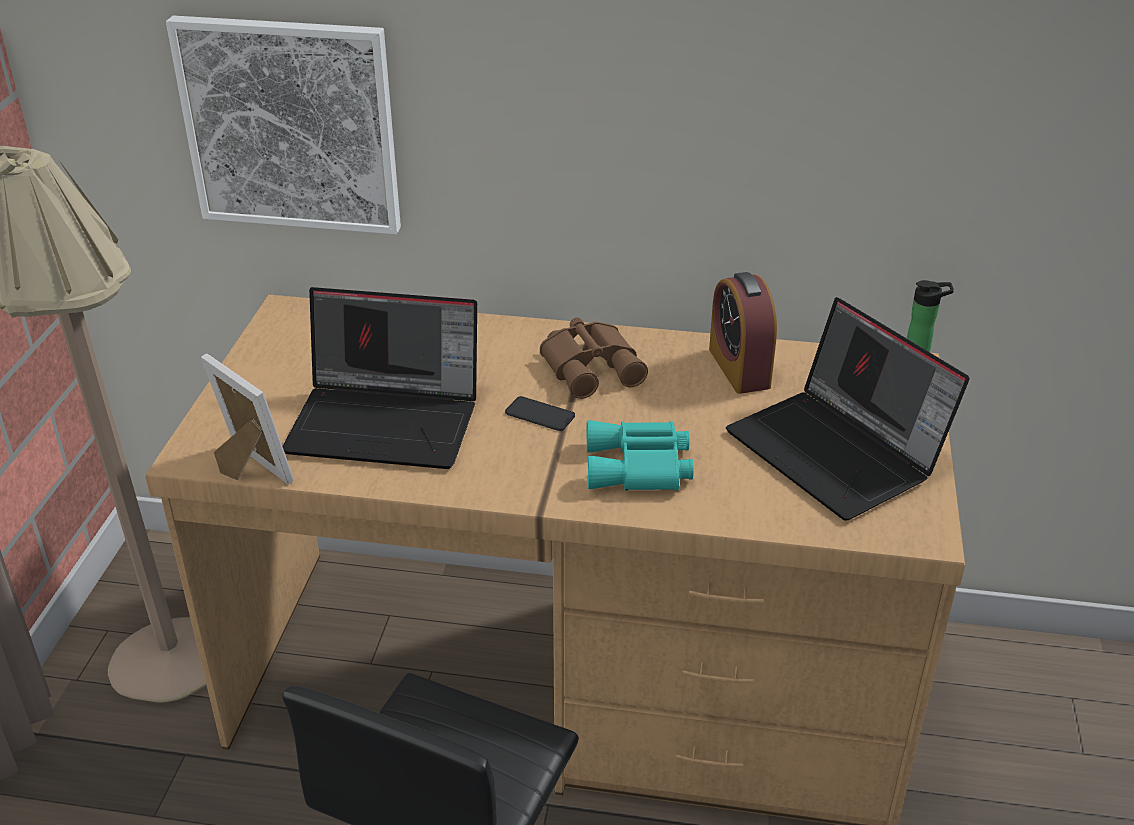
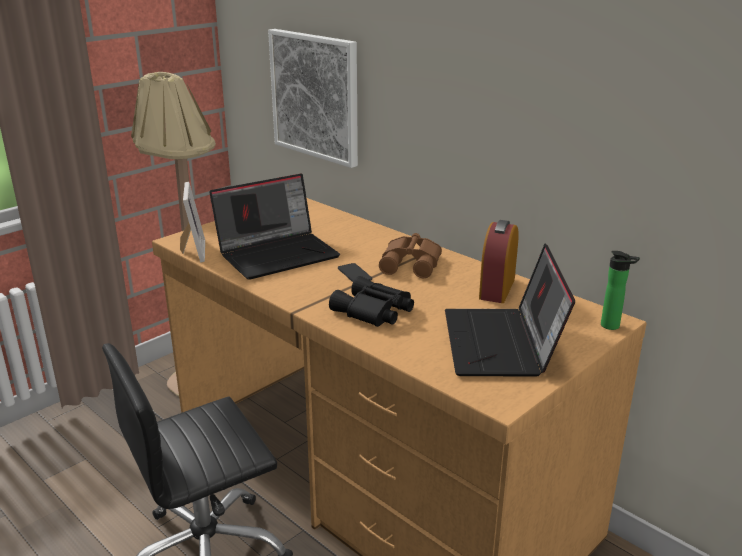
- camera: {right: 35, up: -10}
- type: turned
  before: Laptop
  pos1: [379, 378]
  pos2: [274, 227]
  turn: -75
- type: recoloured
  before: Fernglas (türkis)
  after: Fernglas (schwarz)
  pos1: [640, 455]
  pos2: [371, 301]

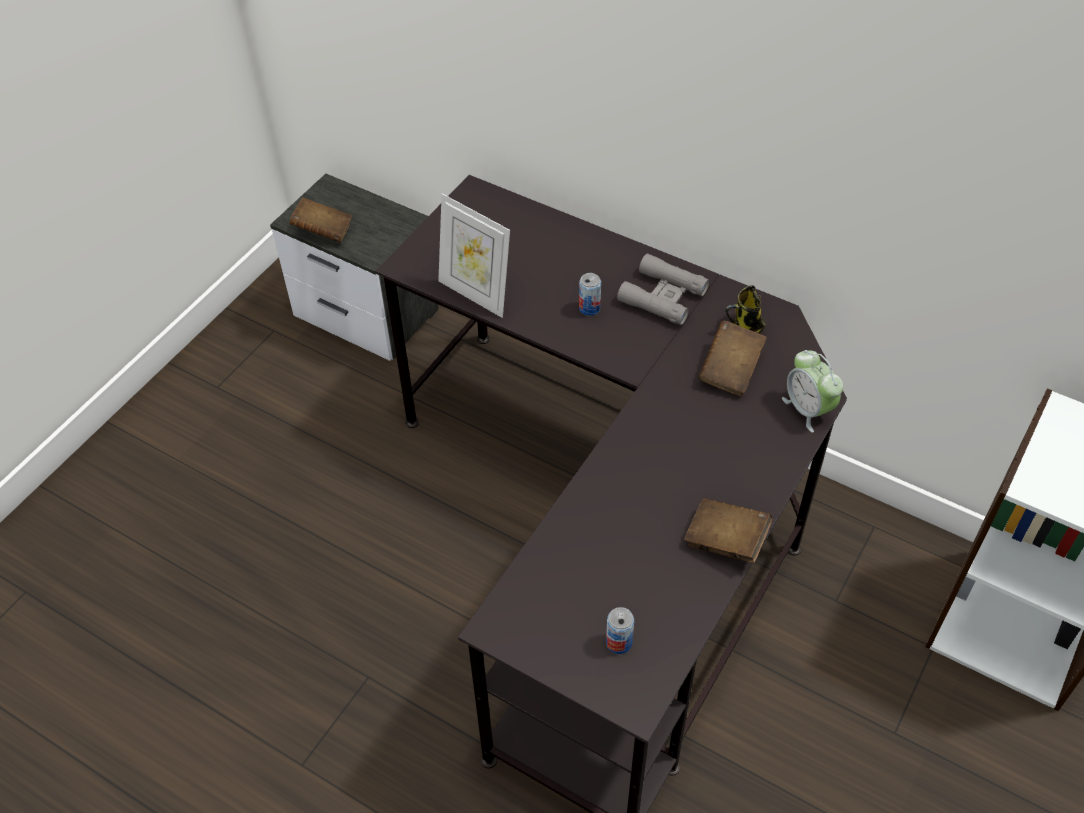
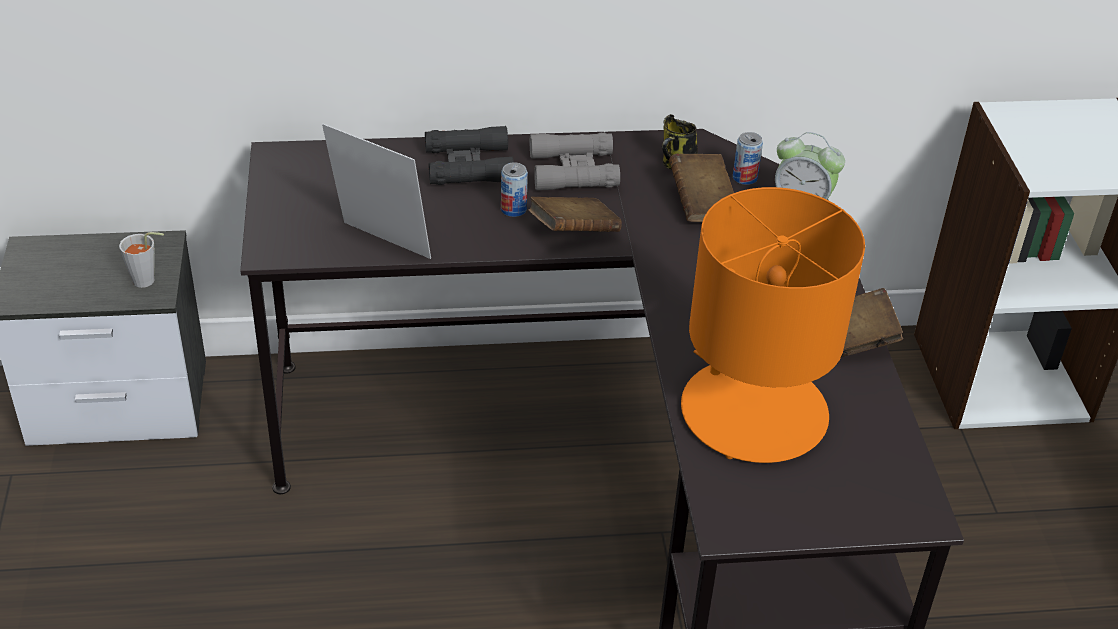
- camera: {right: -40, up: -10}
- type: turned
  before: Bilderrahmen
  pos1: [474, 256]
  pos2: [376, 191]
  turn: -150
- type: moved
  before: Buch (braun)
  pos1: [320, 219]
  pos2: [575, 214]
- type: moved
  before: Dose
  pos1: [620, 630]
  pos2: [748, 158]
- type: added
  after: Fernglas (schwarz)
  pos2: [469, 155]
- type: added
  after: Tischlampe (orange)
  pos2: [773, 325]
- type: added
  after: Tasse (grau)
  pos2: [141, 260]

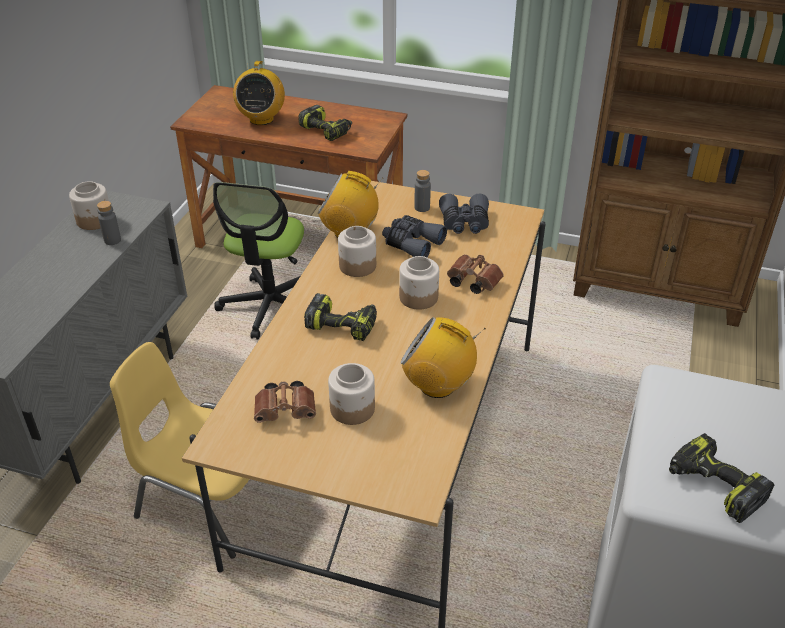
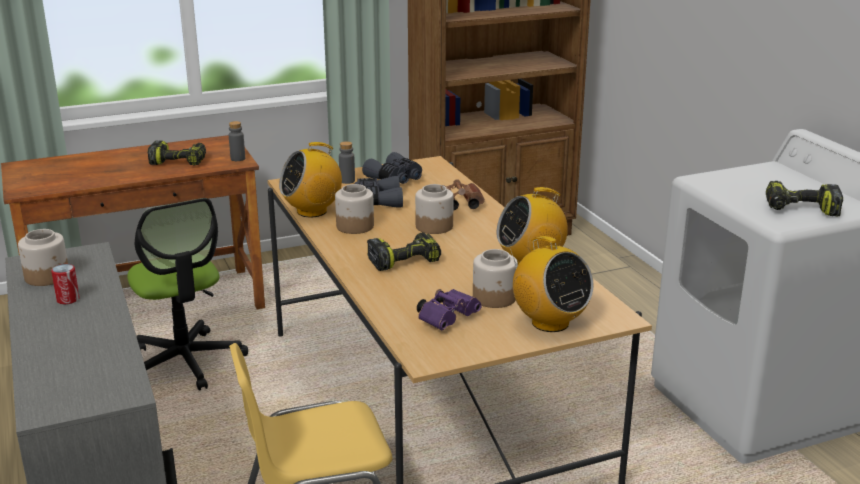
- camera: {right: -40, up: -15}
- type: moved
  before: Radio
  pos1: [259, 93]
  pos2: [552, 284]
- type: moved
  before: Flasche (grau)
  pos1: [109, 223]
  pos2: [237, 141]
- type: recoloured
  before: Fernglas (braun)
  after: Fernglas (lila)
  pos1: [285, 402]
  pos2: [449, 309]
- type: added
  after: Dose
  pos2: [65, 284]

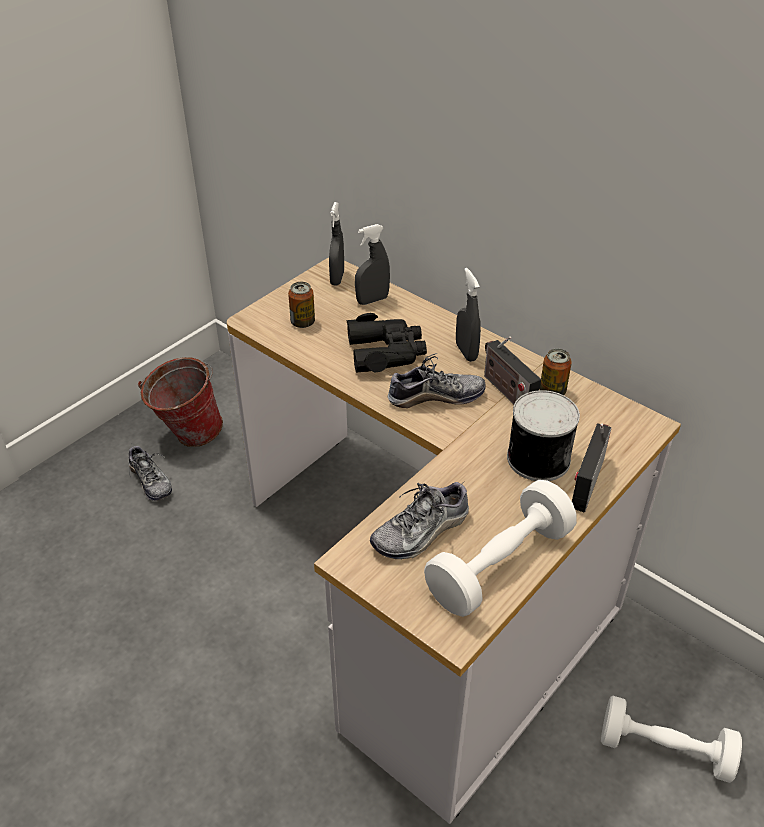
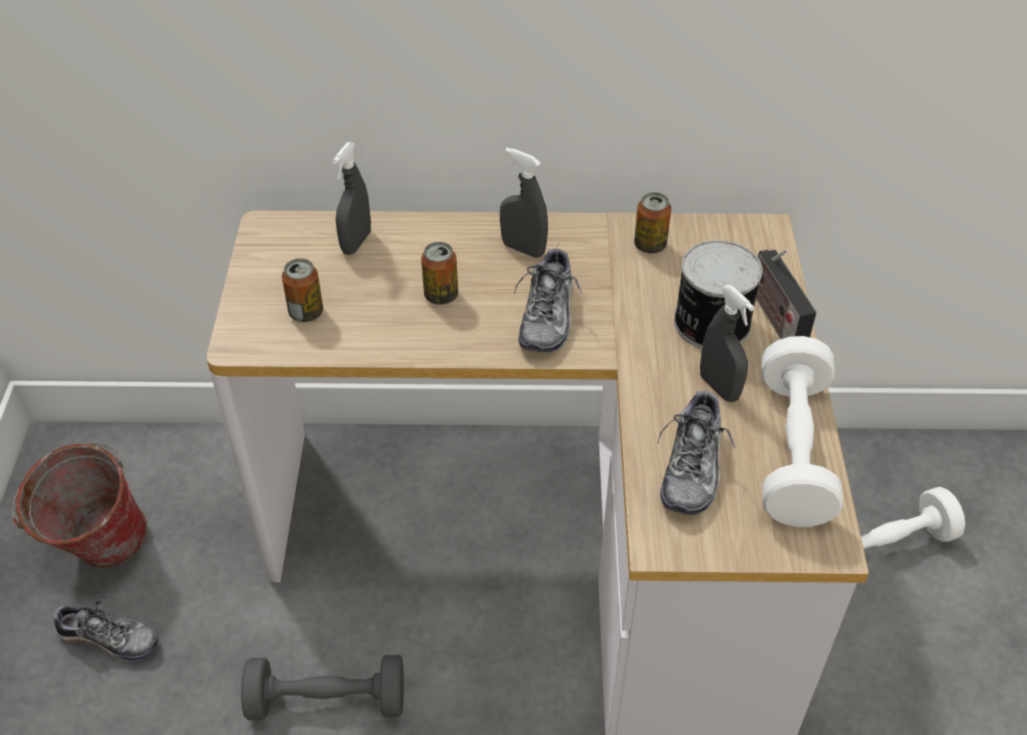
- camera: {right: -40, up: 5}
- type: moved
  before: Sprühflasche (grau)
  pos1: [336, 244]
  pos2: [727, 343]
- type: replaced
  before: Fernglas (schwarz)
  after: Dose
  pos1: [387, 343]
  pos2: [439, 273]
- type: removed
  before: Radio
  pos1: [512, 370]
- type: turned
  before: Schuh
  pos1: [437, 380]
  pos2: [547, 298]
  turn: 150
- type: added
  after: Hantel (grau)
  pos2: [322, 687]

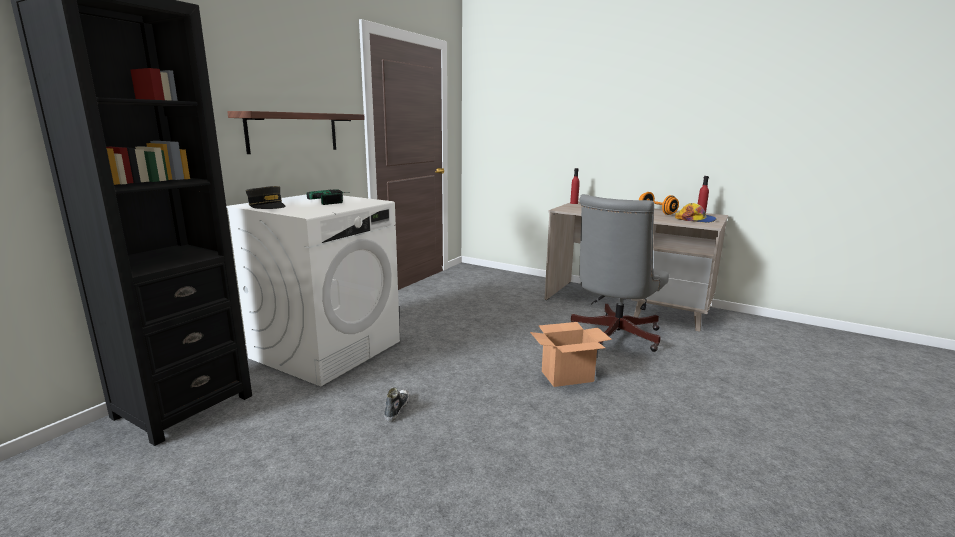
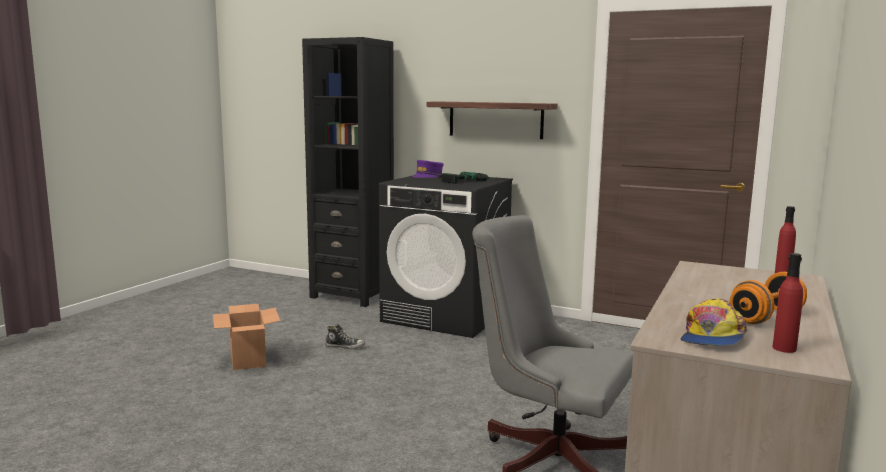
- camera: {right: 85, up: -5}
- type: recoloured
  before: Kappe (grau)
  after: Kappe (lila)
  pos1: [266, 197]
  pos2: [428, 169]
- type: recoloured
  before: Waschmaschine (weiß)
  after: Waschmaschine (schwarz)
  pos1: [313, 290]
  pos2: [446, 257]
- type: moved
  before: Karton
  pos1: [571, 354]
  pos2: [246, 337]

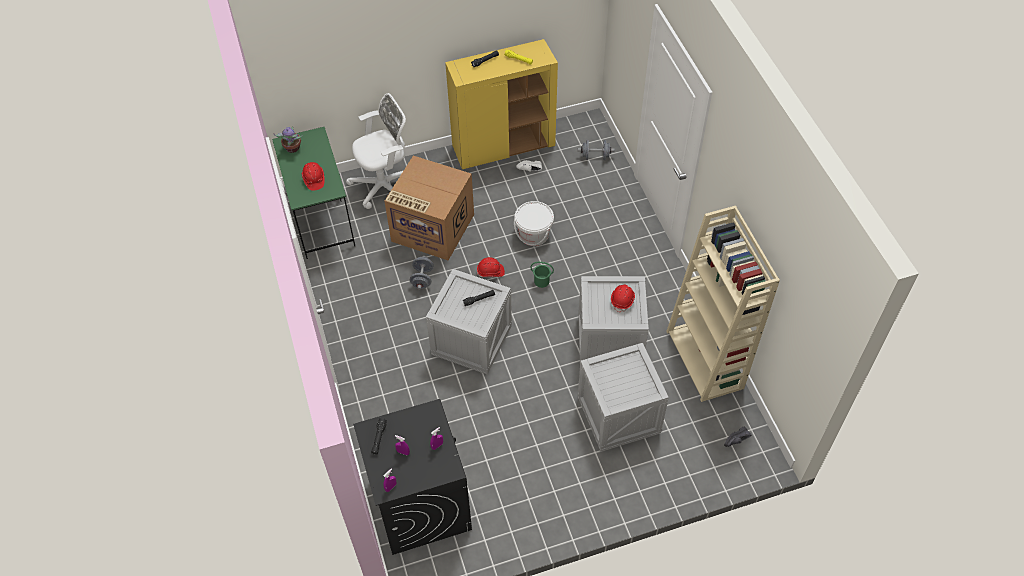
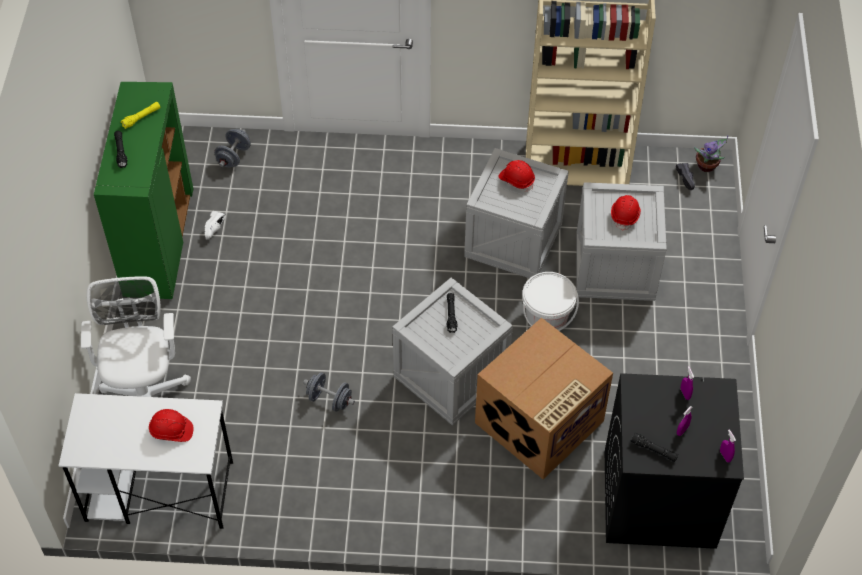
- camera: {right: -70, up: 0}
- type: recoloured
  before: Schrank (gelb)
  after: Schrank (grün)
  pos1: [501, 104]
  pos2: [143, 190]
- type: moved
  before: Topfpflanze
  pos1: [287, 139]
  pos2: [711, 153]
- type: recoloured
  before: Schreibtisch (grün)
  after: Schreibtisch (weiß)
  pos1: [313, 193]
  pos2: [145, 461]
- type: moved
  before: Karton
  pos1: [429, 208]
  pos2: [544, 398]
- type: moved
  before: Eimer (weiß)
  pos1: [534, 223]
  pos2: [550, 301]
- type: moved
  before: Schutzhelm (rot)
  pos1: [491, 267]
  pos2: [626, 213]
- type: removed
  before: Eimer (grün)
  pos1: [542, 275]

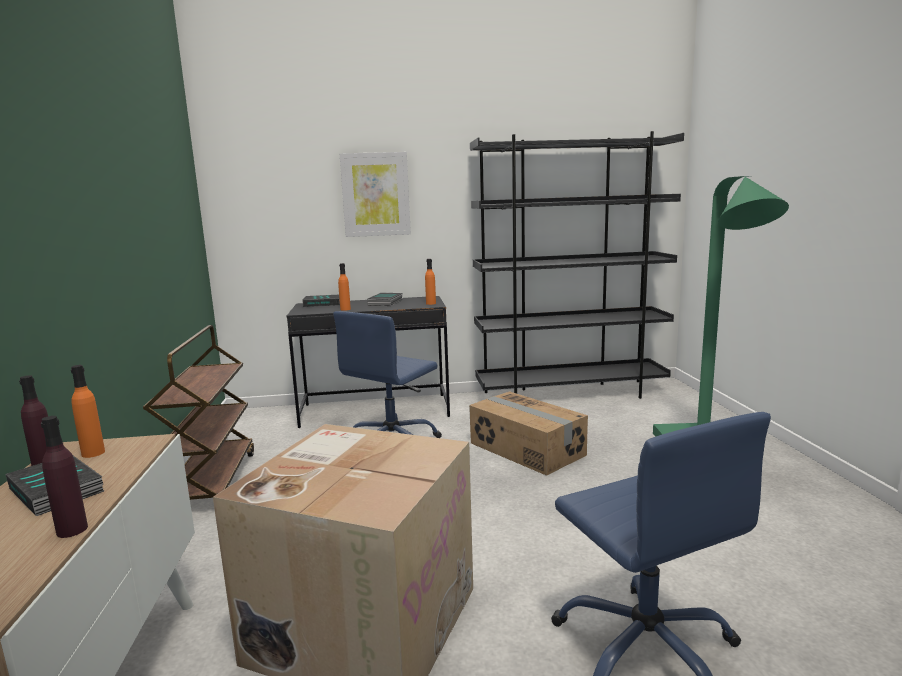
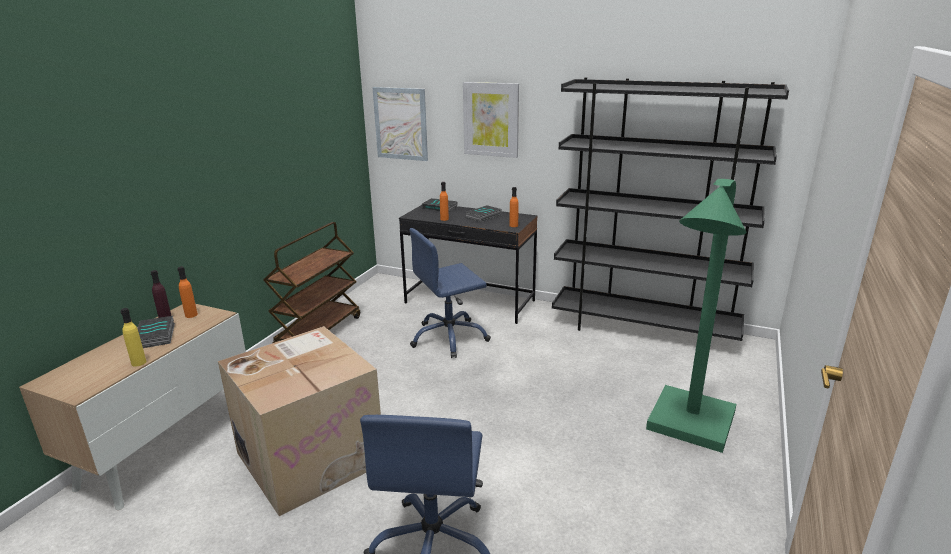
- camera: {right: 30, up: 10}
- type: removed
  before: Karton
  pos1: [528, 433]
- type: recoloured
  before: Flasche (lila)
  after: Flasche (gelb)
  pos1: [64, 477]
  pos2: [133, 337]
- type: added
  after: Bild
  pos2: [400, 124]

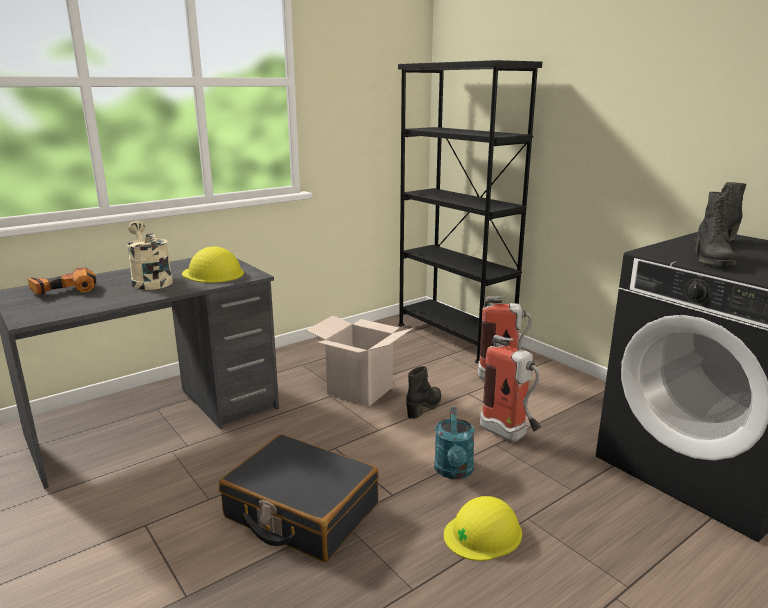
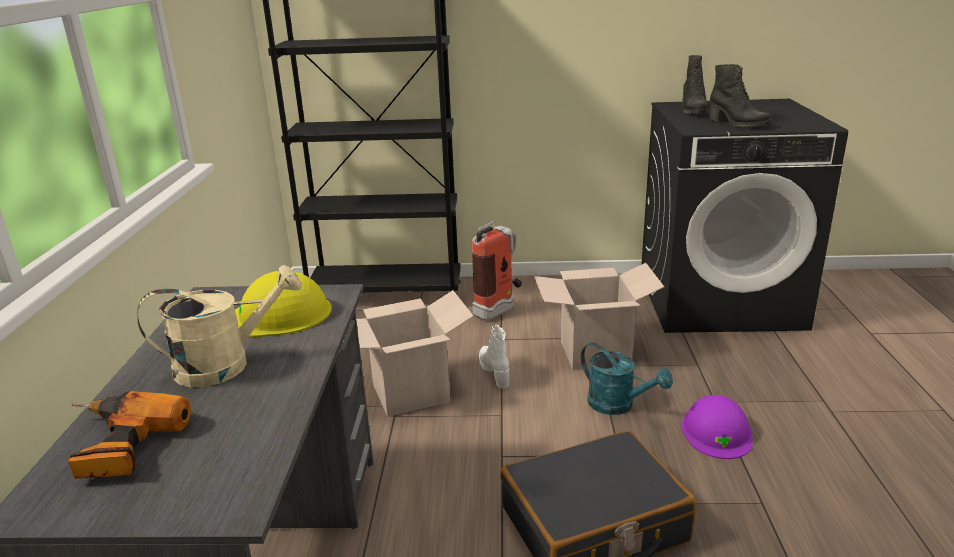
- camera: {right: -50, up: 5}
- type: turned
  before: Gießkanne (beige)
  pos1: [150, 255]
  pos2: [219, 326]
  turn: 150
- type: replaced
  before: Feuerlöscher
  after: Karton
  pos1: [510, 388]
  pos2: [599, 316]
- type: recoloured
  before: Stiefel (schwarz)
  after: Stiefel (weiß)
  pos1: [423, 392]
  pos2: [494, 356]
- type: recoloured
  before: Schutzhelm (gelb)
  after: Schutzhelm (lila)
  pos1: [483, 528]
  pos2: [717, 427]

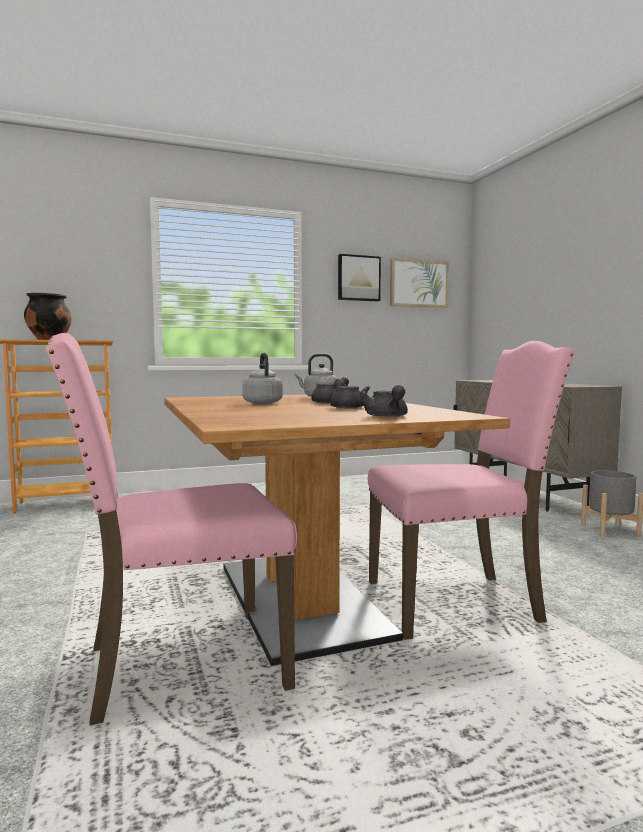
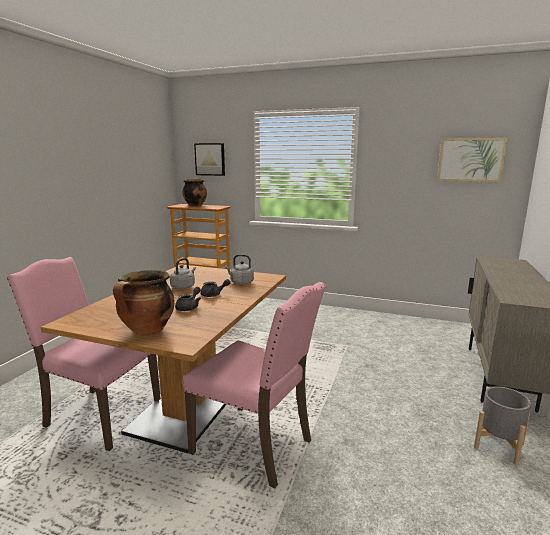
- camera: {right: 40, up: 10}
- type: moved
  before: Bild
  pos1: [359, 277]
  pos2: [209, 159]
- type: replaced
  before: Teekanne (grau)
  after: Kochtopf
  pos1: [383, 401]
  pos2: [143, 303]

